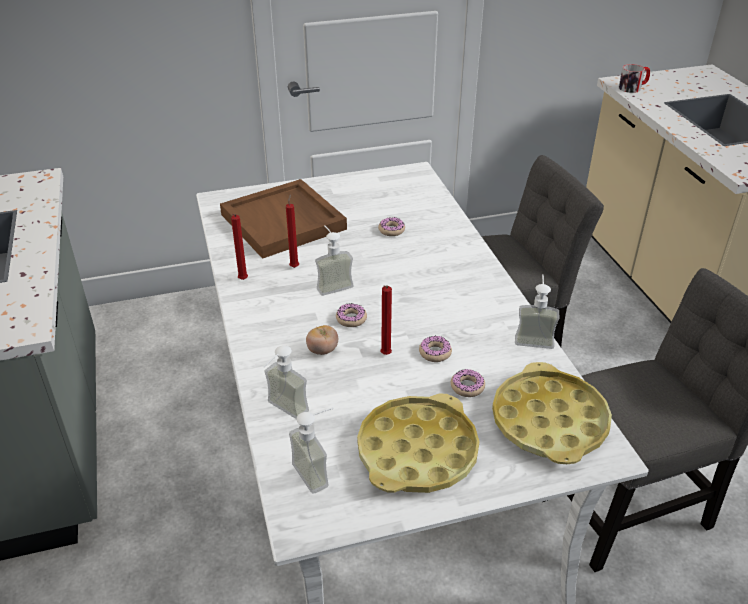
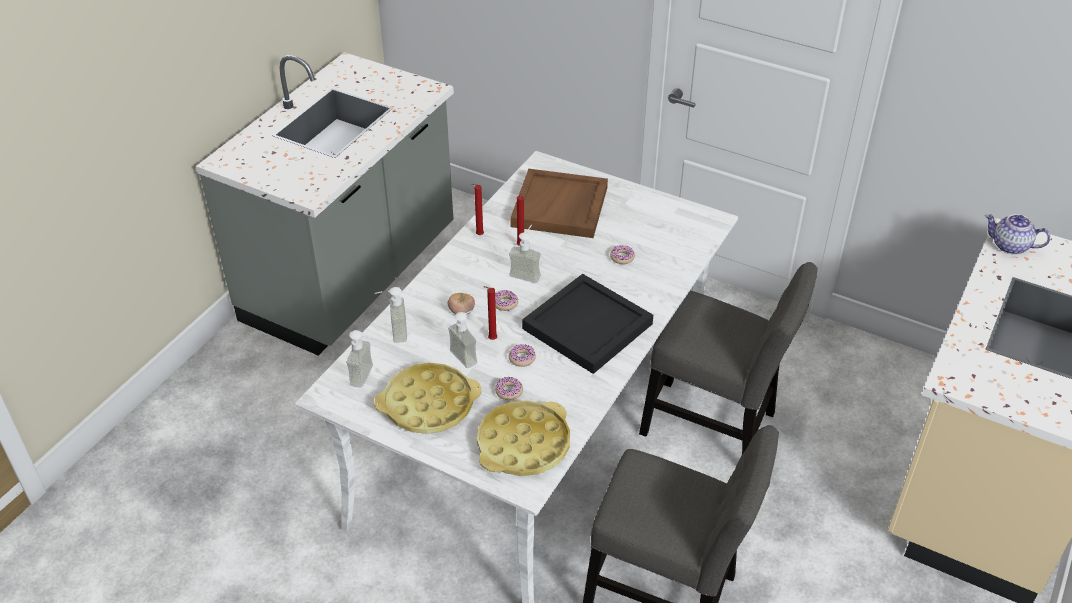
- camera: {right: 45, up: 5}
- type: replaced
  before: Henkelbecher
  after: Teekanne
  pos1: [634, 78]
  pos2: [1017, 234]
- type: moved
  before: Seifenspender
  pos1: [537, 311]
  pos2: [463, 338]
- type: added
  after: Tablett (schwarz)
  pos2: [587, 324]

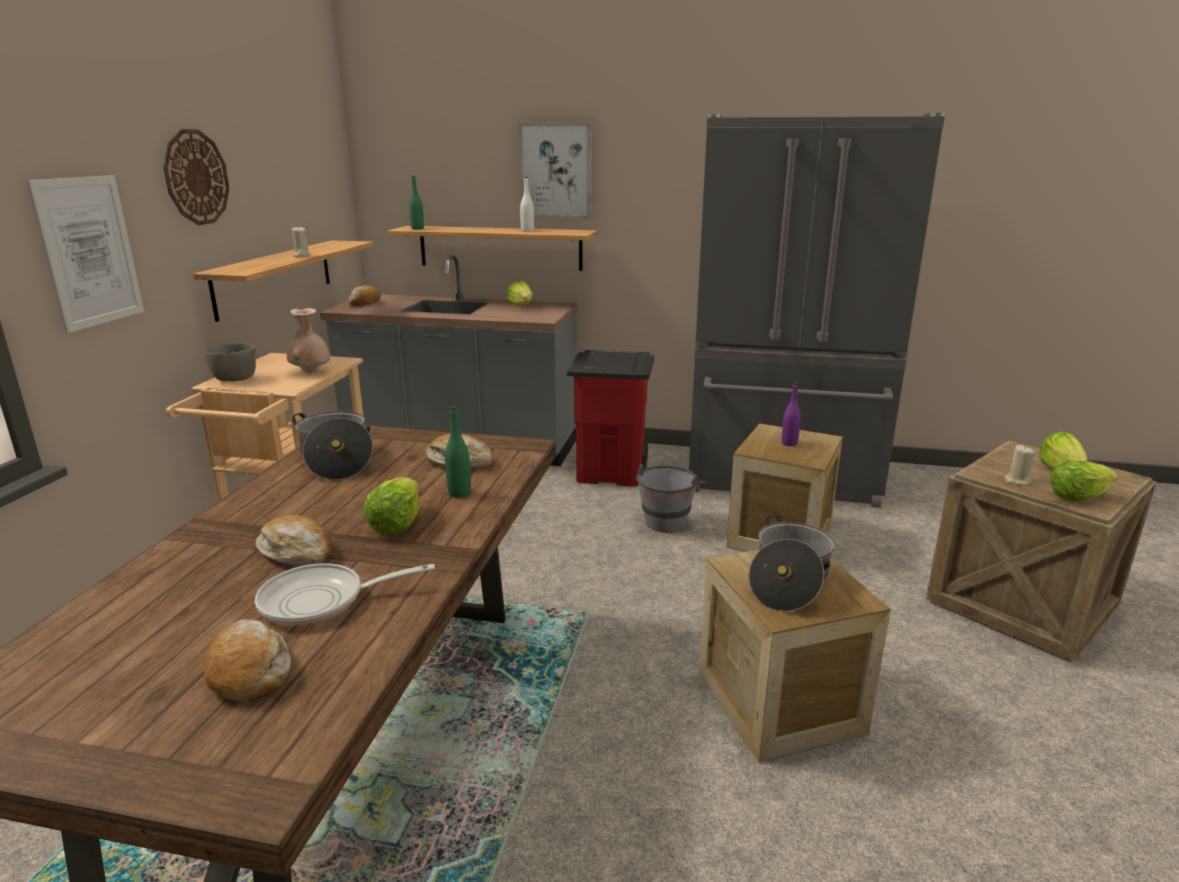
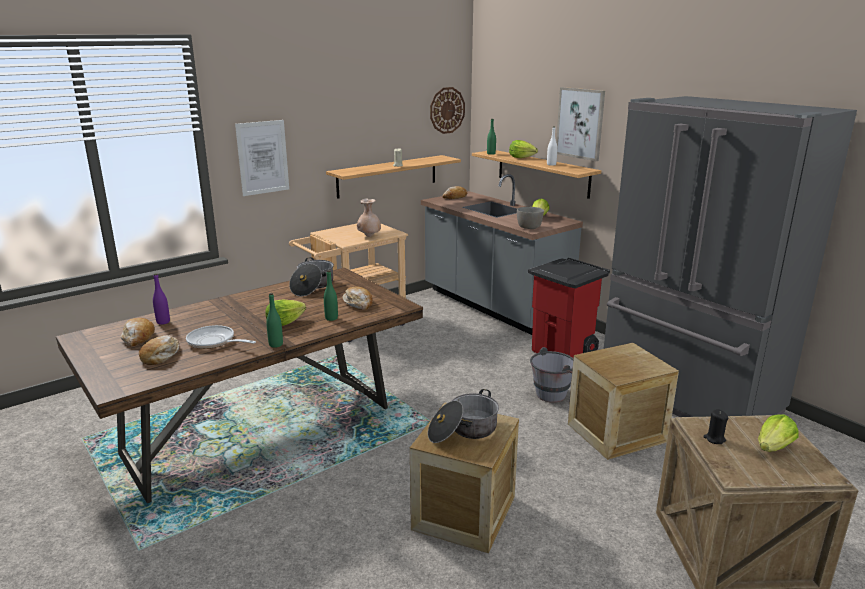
- camera: {right: 40, up: 0}
- type: moved
  before: Wanduhr
  pos1: [196, 177]
  pos2: [447, 110]
- type: moved
  before: Schüssel (grau)
  pos1: [230, 362]
  pos2: [530, 218]
- type: moved
  before: Flasche (lila)
  pos1: [791, 414]
  pos2: [161, 298]
- type: recoloured
  before: Kerze (beige)
  after: Kerze (schwarz)
  pos1: [1020, 465]
  pos2: [715, 426]
- type: moved
  before: Salatkopf
  pos1: [1084, 480]
  pos2: [523, 149]
- type: moved
  before: Brot
  pos1: [293, 540]
  pos2: [138, 332]
- type: added
  after: Flasche (grün)
  pos2: [274, 320]

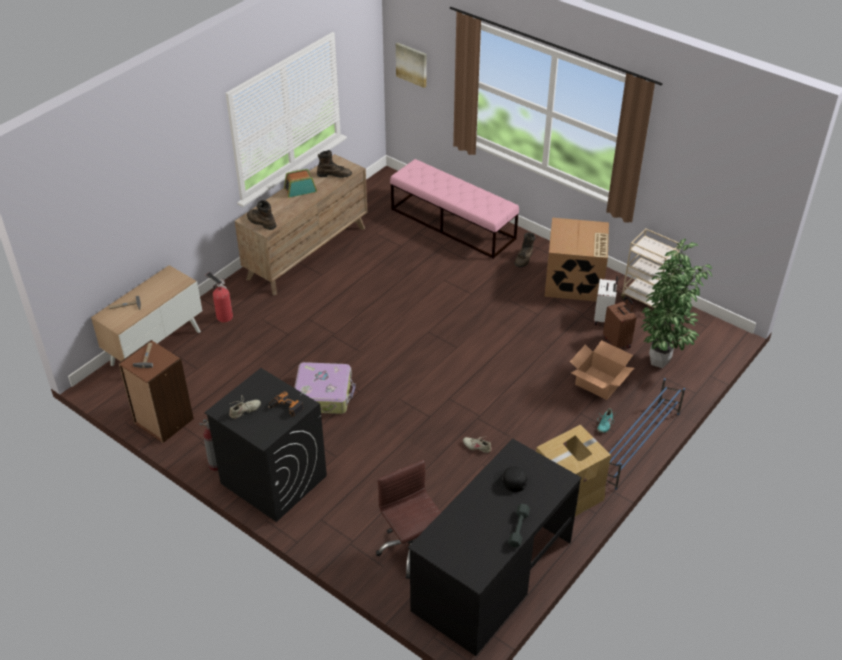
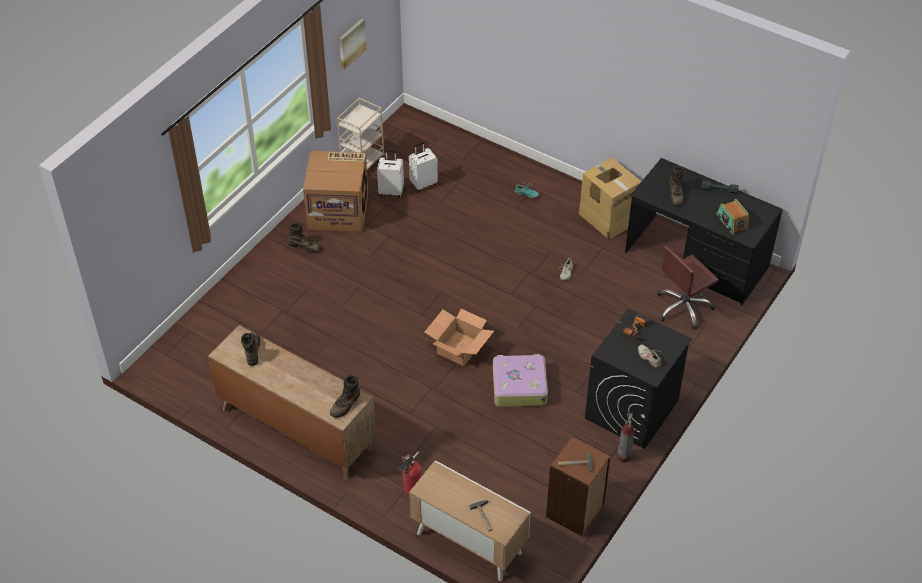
- camera: {right: -95, up: 5}
- type: moved
  before: Bild
  pos1: [411, 65]
  pos2: [352, 44]
- type: removed
  before: Bank (rosa)
  pos1: [454, 209]
- type: moved
  before: Radio
  pos1: [300, 183]
  pos2: [733, 217]
- type: removed
  before: Topfpflanze
  pos1: [676, 303]
- type: recoloured
  before: Koffer (braun)
  after: Koffer (weiß)
  pos1: [619, 322]
  pos2: [423, 166]
- type: moved
  before: Karton
  pos1: [602, 370]
  pos2: [459, 337]
- type: removed
  before: Schuhregal (blau)
  pos1: [645, 434]
- type: replaced
  before: Kappe (schwarz)
  after: Stiefel (braun)
  pos1: [510, 479]
  pos2: [676, 186]

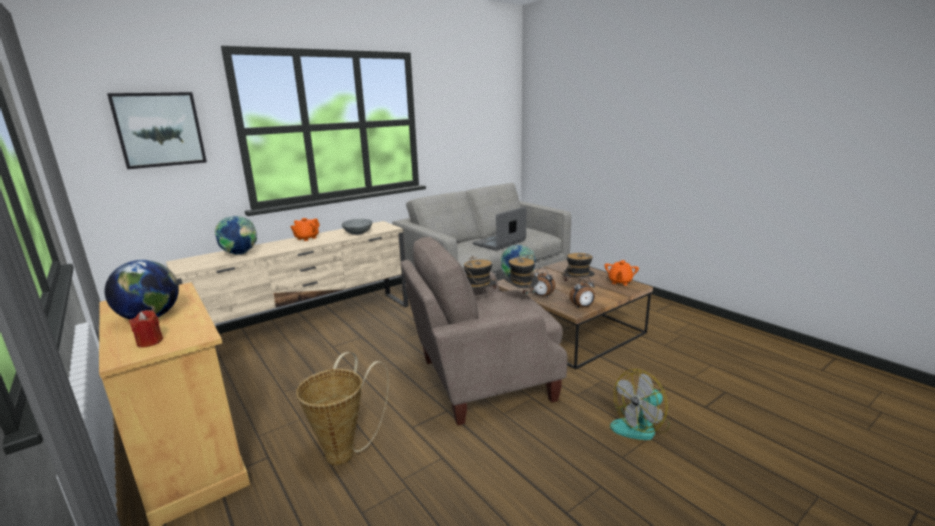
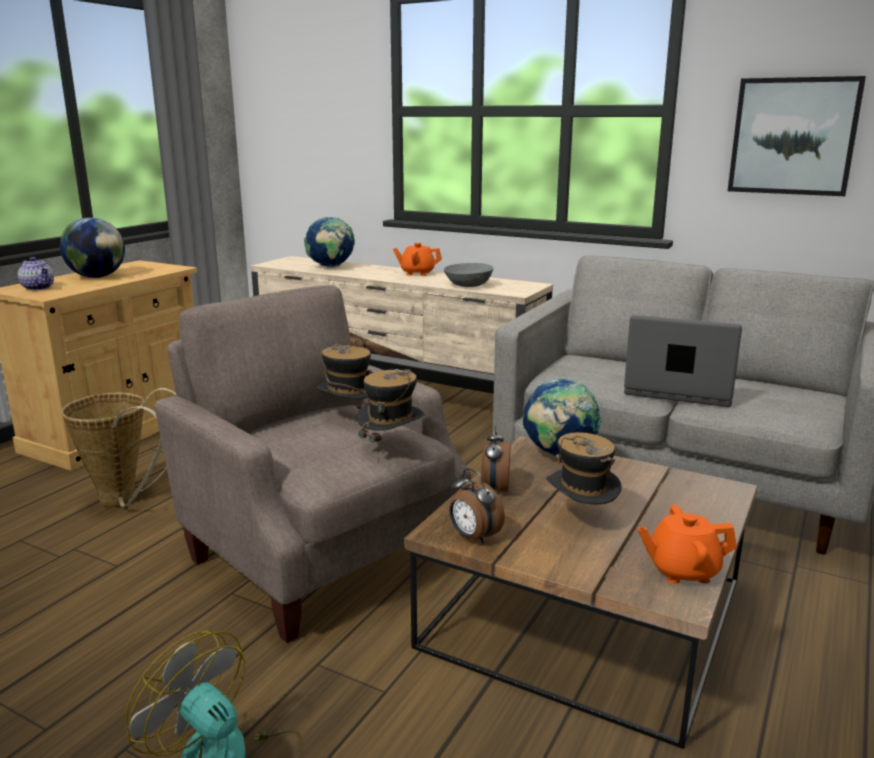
- camera: {right: 65, up: 0}
- type: moved
  before: Bild
  pos1: [157, 130]
  pos2: [797, 136]
- type: replaced
  before: Kerze (rot)
  after: Teekanne
  pos1: [146, 329]
  pos2: [36, 273]

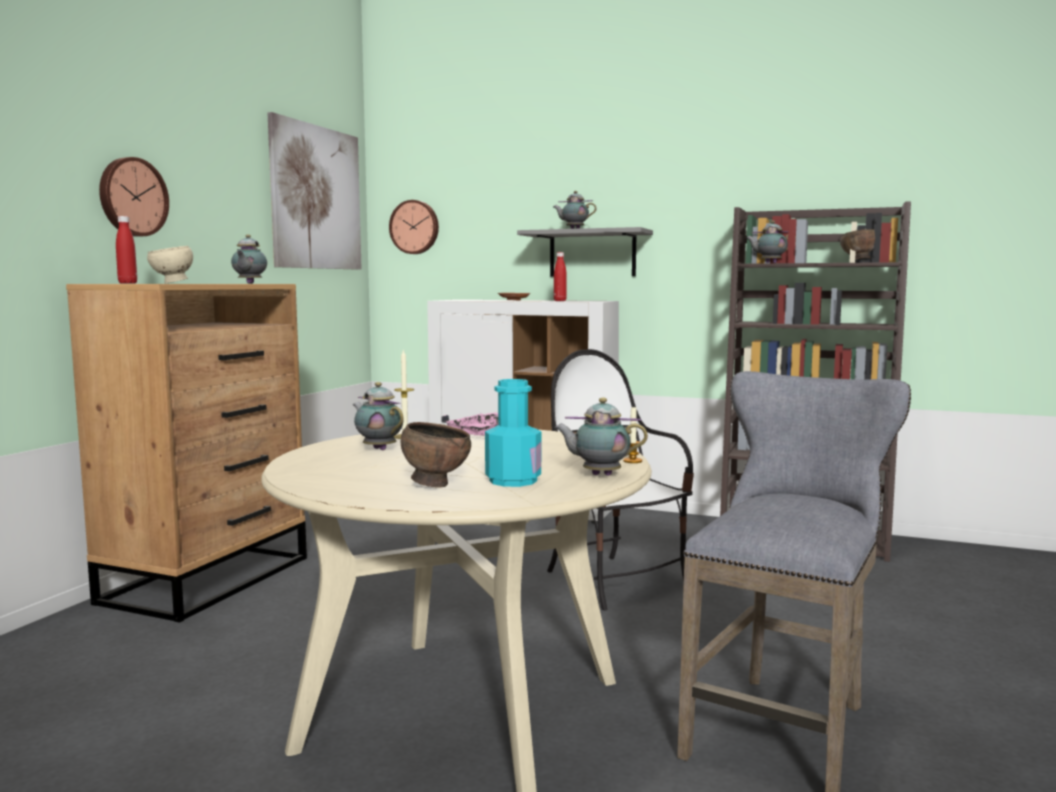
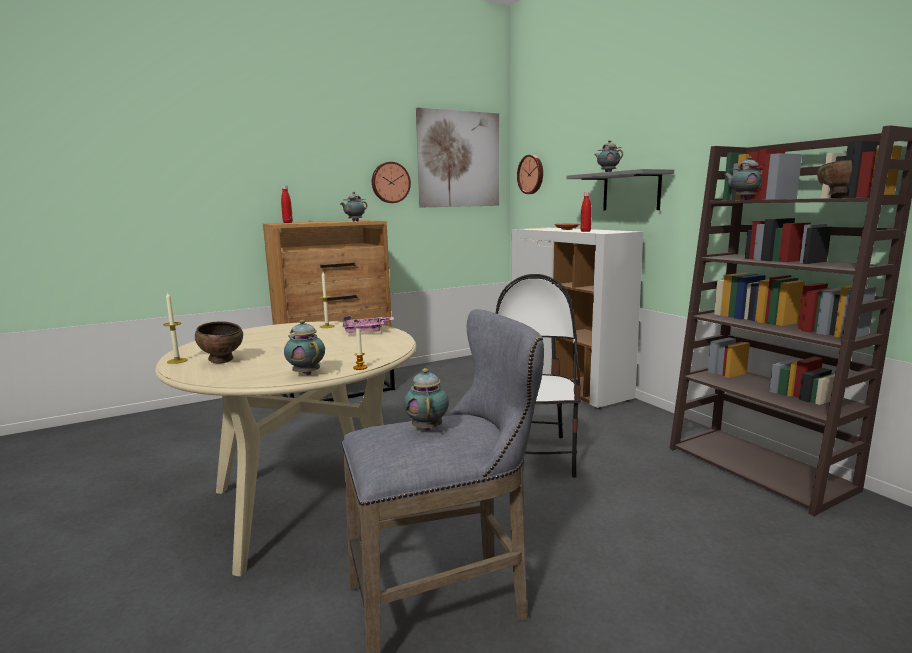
- camera: {right: 40, up: 5}
- type: moved
  before: Wanduhr
  pos1: [134, 197]
  pos2: [391, 182]
- type: removed
  before: Schüssel (beige)
  pos1: [170, 264]
- type: removed
  before: Flasche (türkis)
  pos1: [513, 433]
- type: moved
  before: Teekanne
  pos1: [378, 416]
  pos2: [426, 399]
- type: added
  after: Kerze
  pos2: [175, 327]

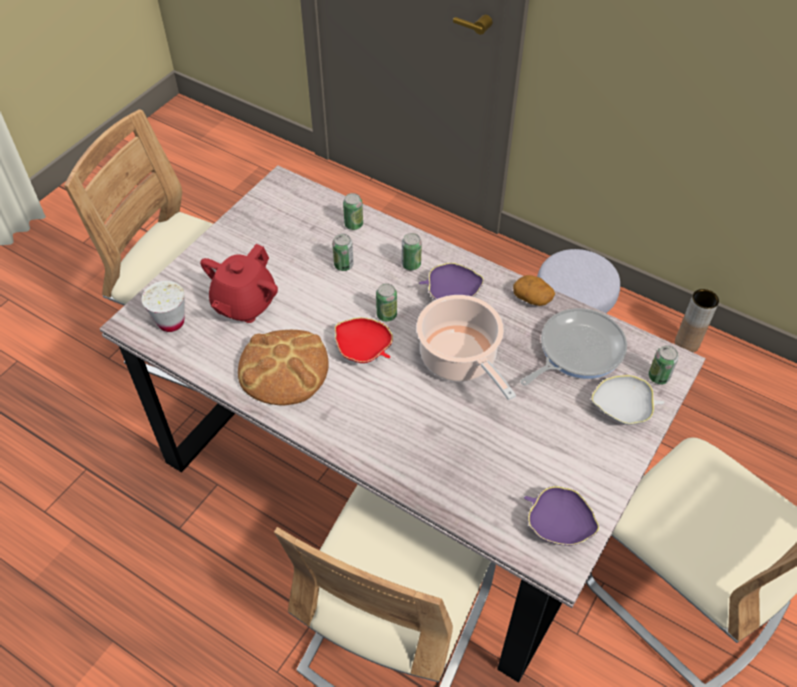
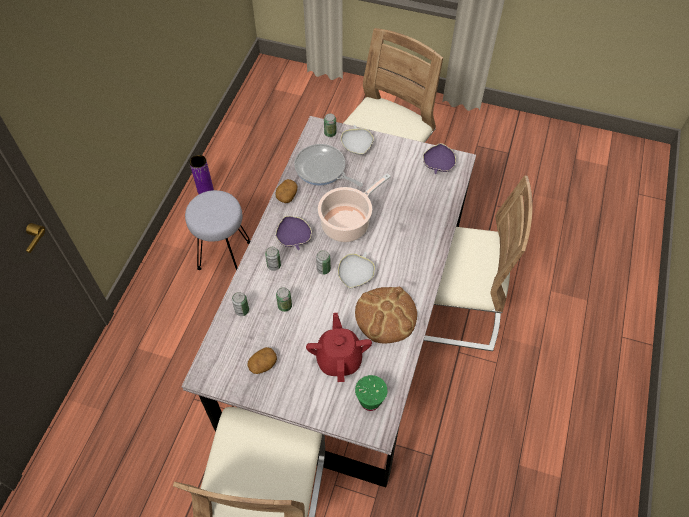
- camera: {right: -105, up: 5}
- type: turned
  before: Teekanne (rot)
  pos1: [239, 283]
  pos2: [339, 347]
  turn: -105
- type: recoloured
  before: Tasse (weiß)
  after: Tasse (grün)
  pos1: [163, 306]
  pos2: [371, 393]
- type: recoloured
  before: Vase (braun)
  after: Vase (lila)
  pos1: [697, 320]
  pos2: [201, 174]
- type: recoloured
  before: Schüssel (rot)
  after: Schüssel (weiß)
  pos1: [364, 340]
  pos2: [356, 270]
- type: added
  after: Kartoffel
  pos2: [262, 360]

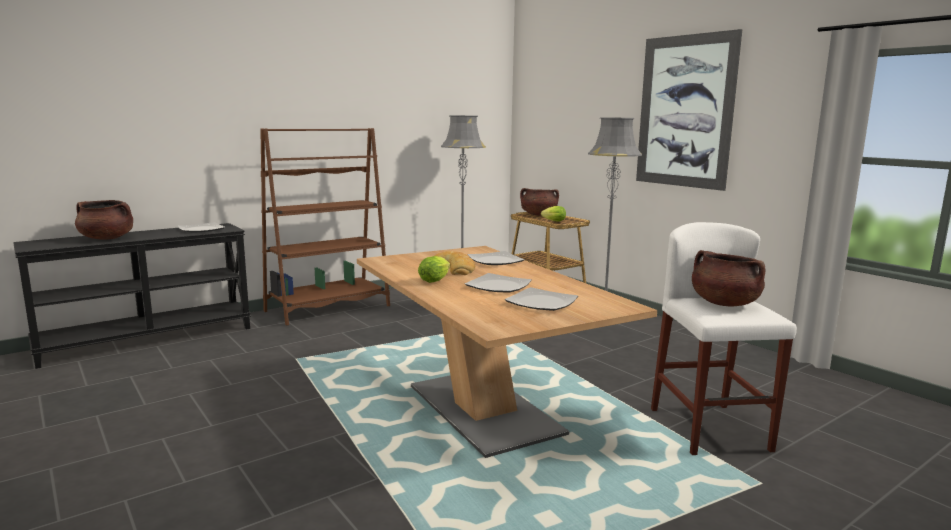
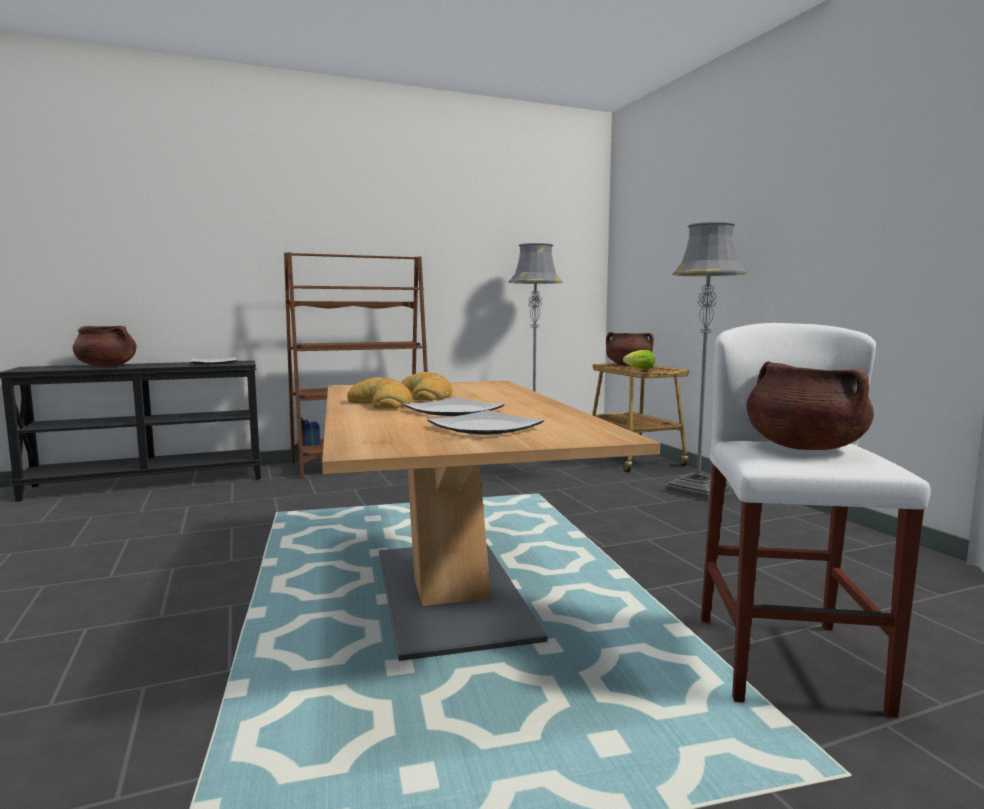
- camera: {right: 15, up: -5}
- type: removed
  before: Bild
  pos1: [689, 110]
- type: removed
  before: Teller
  pos1: [496, 258]
- type: replaced
  before: Salatkopf
  after: Brot
  pos1: [434, 269]
  pos2: [379, 393]

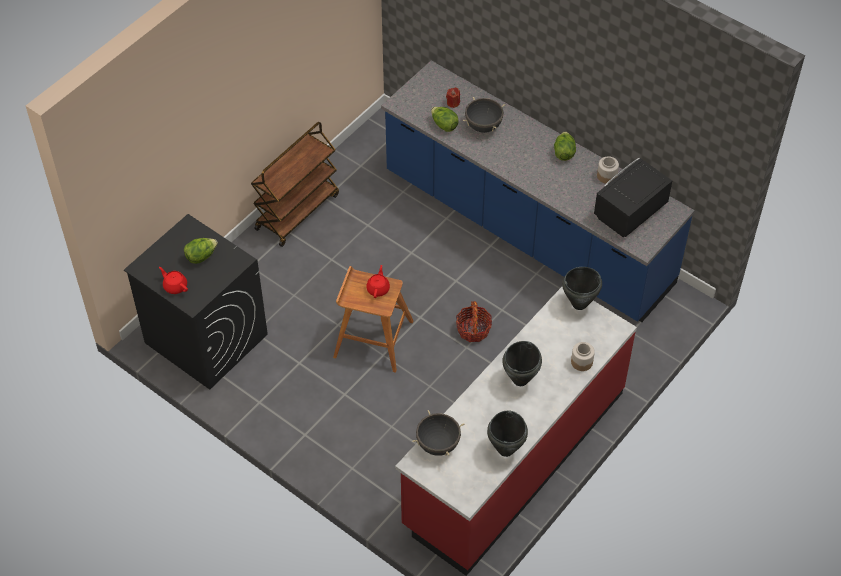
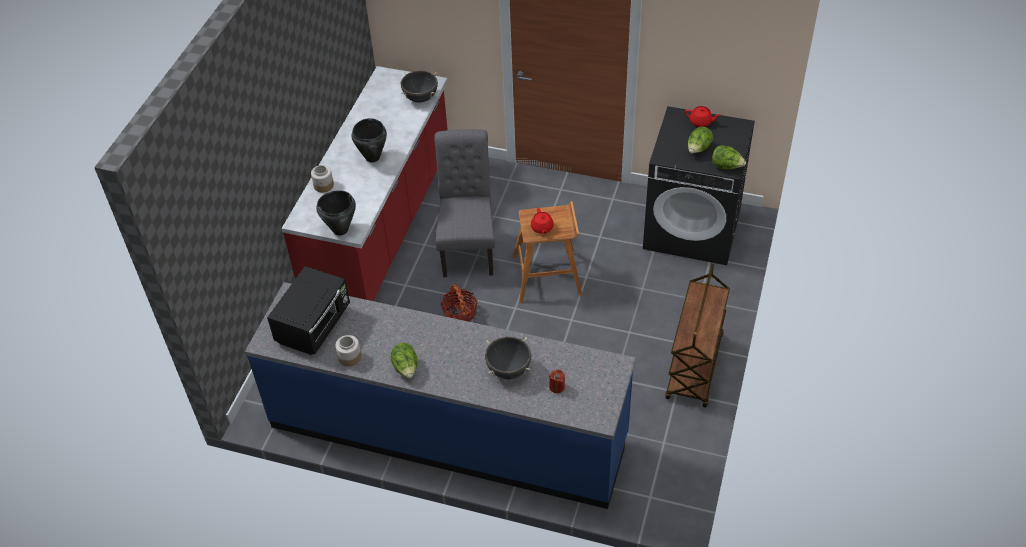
- camera: {right: 160, up: -5}
- type: moved
  before: Salatkopf
  pos1: [445, 119]
  pos2: [729, 157]
- type: removed
  before: Kochtopf (schwarz)
  pos1: [507, 433]
- type: added
  after: Stuhl (grau)
  pos2: [464, 203]

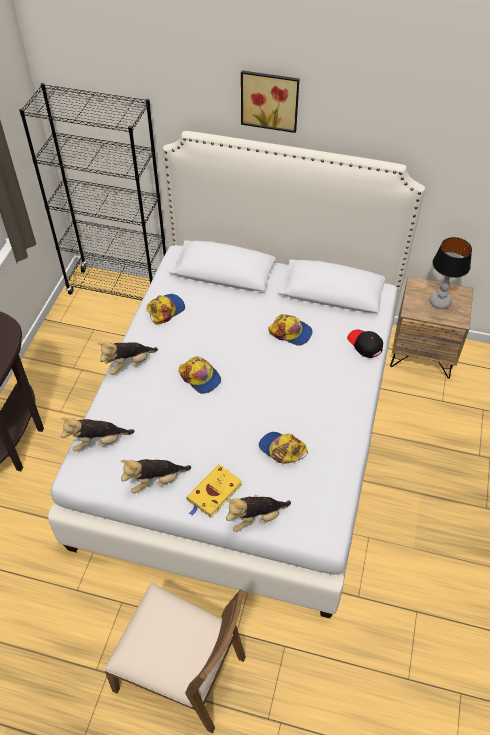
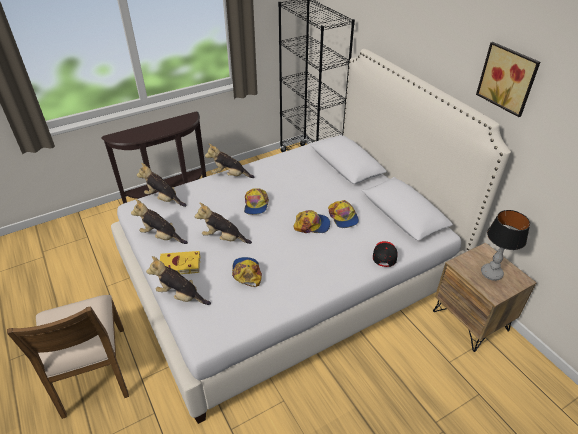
- camera: {right: 45, up: -10}
- type: moved
  before: Bild
  pos1: [270, 101]
  pos2: [508, 79]
- type: moved
  before: Kappe
  pos1: [165, 309]
  pos2: [311, 221]
- type: added
  after: Plüschtier
  pos2: [223, 223]

